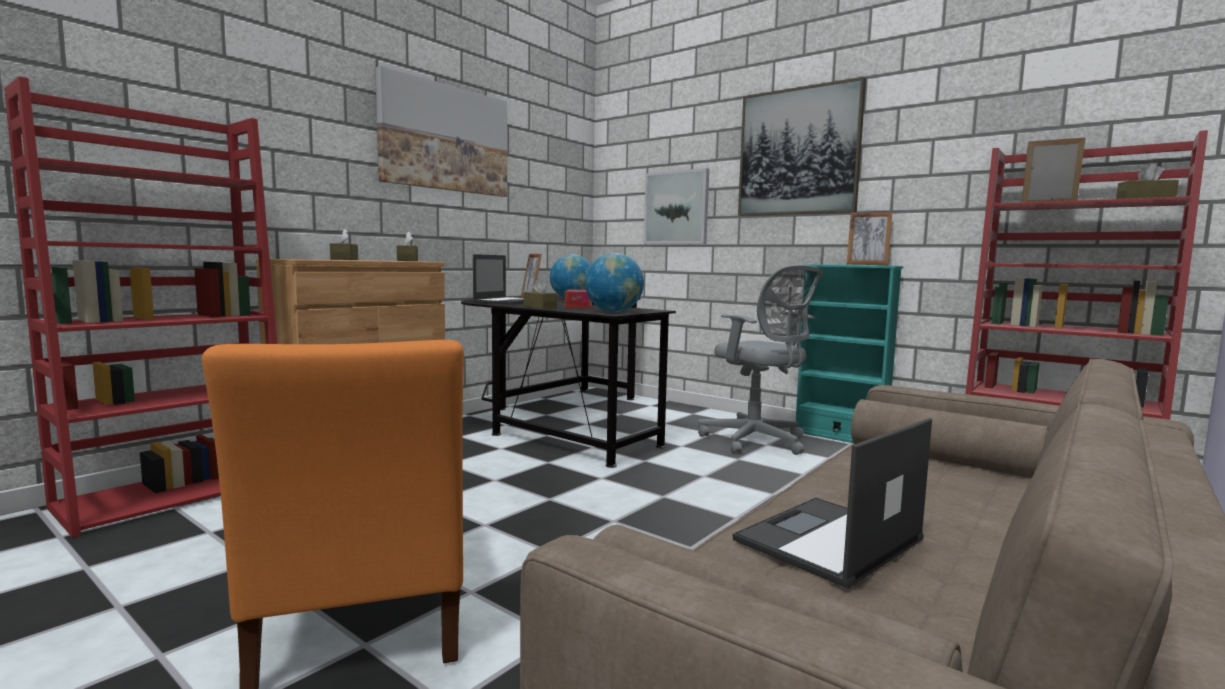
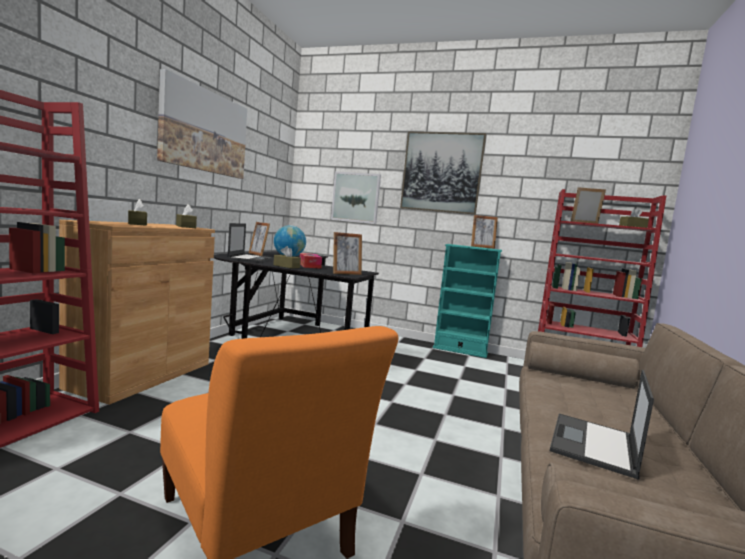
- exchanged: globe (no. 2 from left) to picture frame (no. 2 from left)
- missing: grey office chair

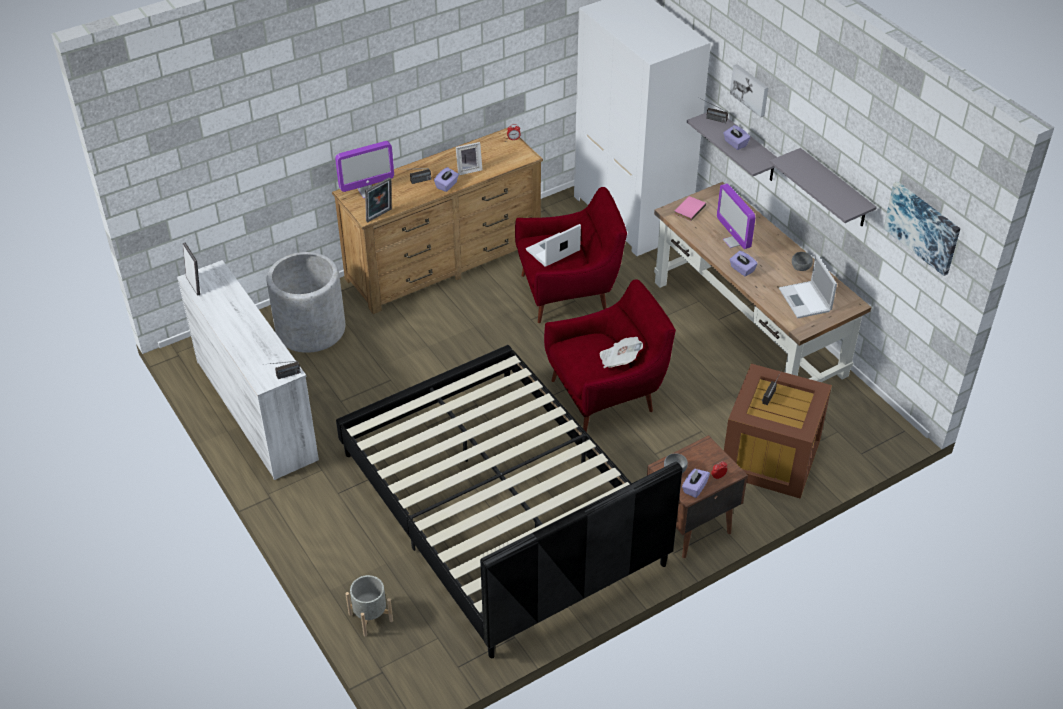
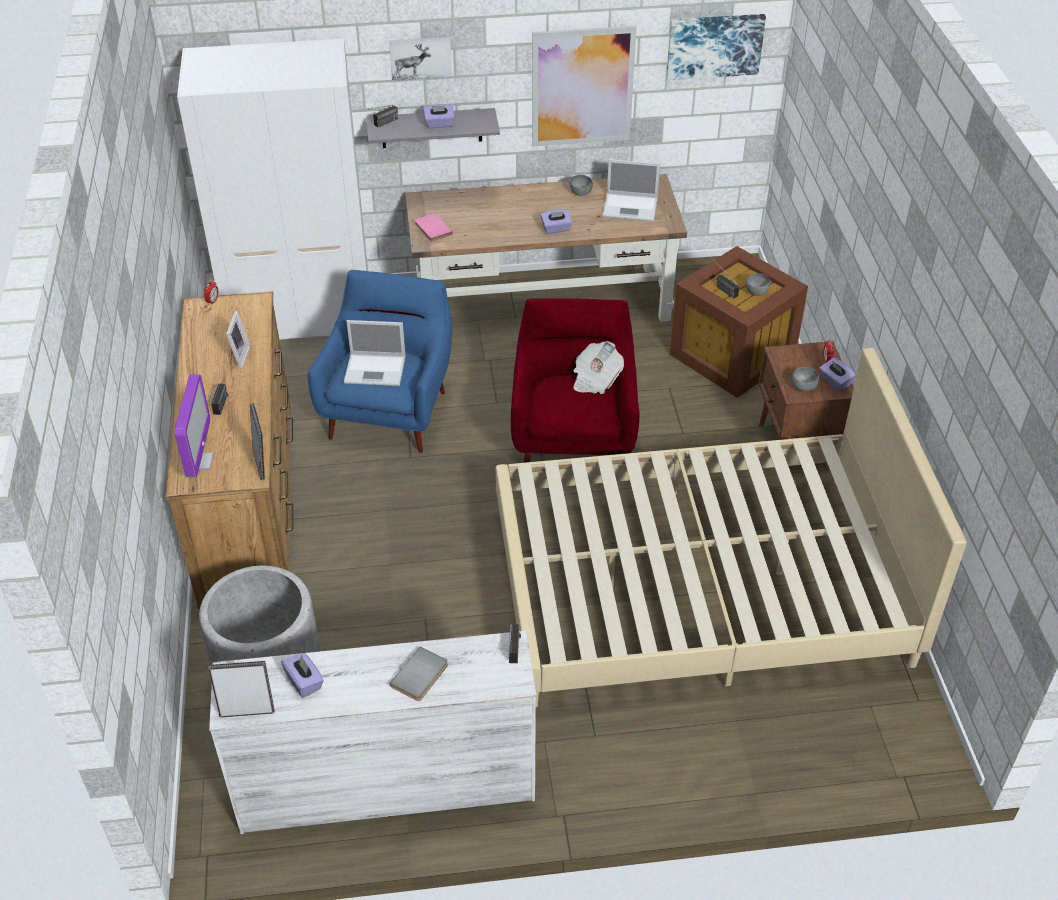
- colour: black bed to beige bed
- missing: grey planter (no. 2 from left)
- relocated: purple tissue box (no. 1 from left)
- colour: red armchair (no. 1 from left) to blue armchair
- spun: laptop (no. 1 from left) 75 degrees counterclockwise
- missing: monitor (no. 2 from left)
- exchanged: grey shelf (no. 2 from left) to picture (no. 2 from left)
- appeared: grey book
- appeared: grey bowl (no. 2 from left)

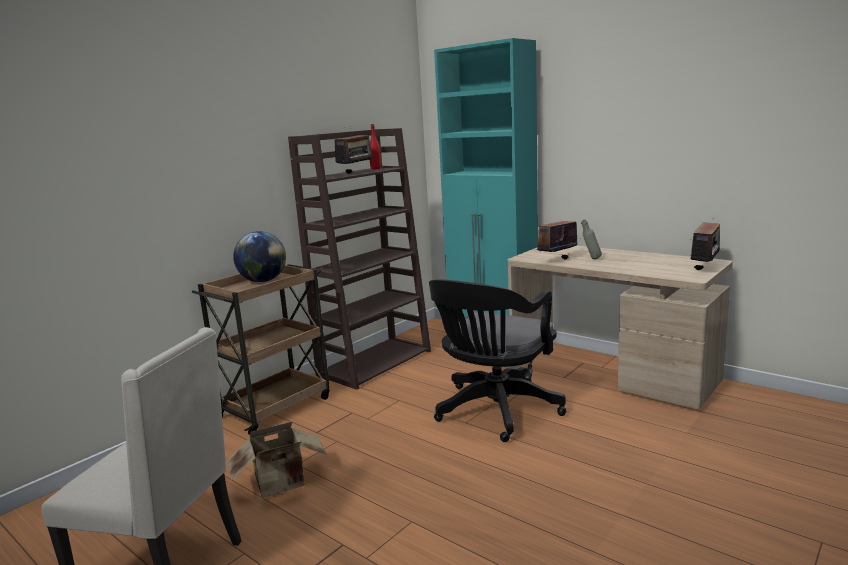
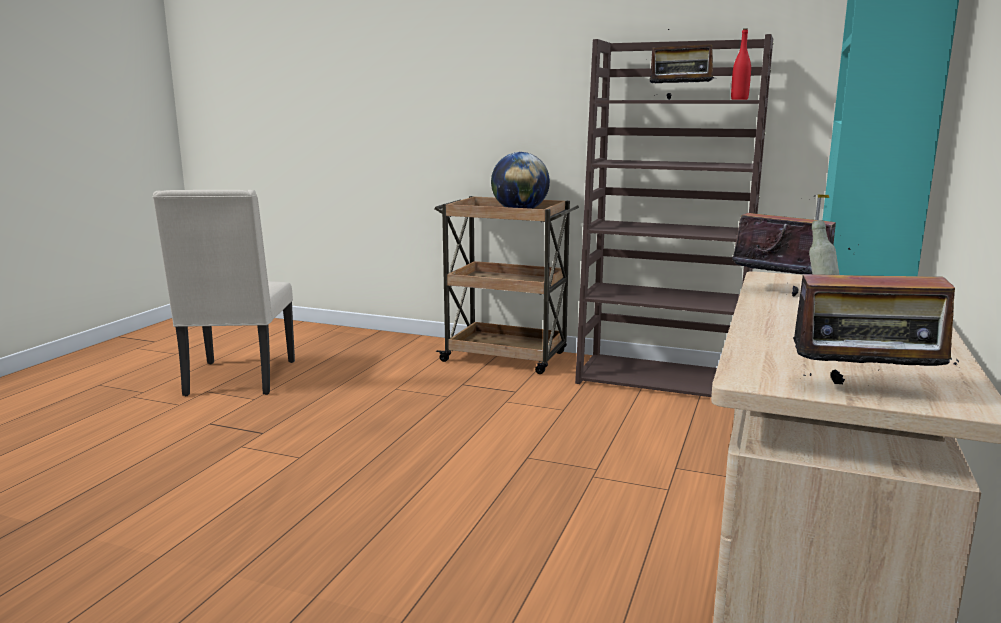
- missing: cardboard box
- missing: black office chair

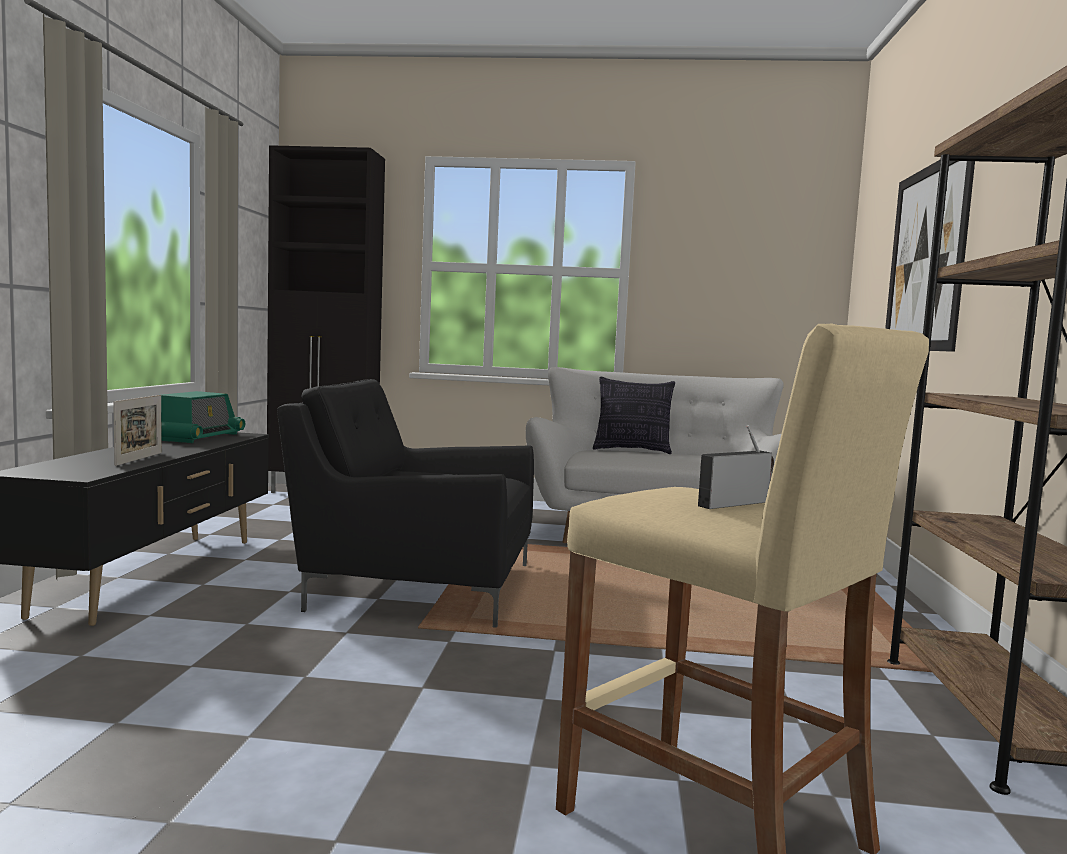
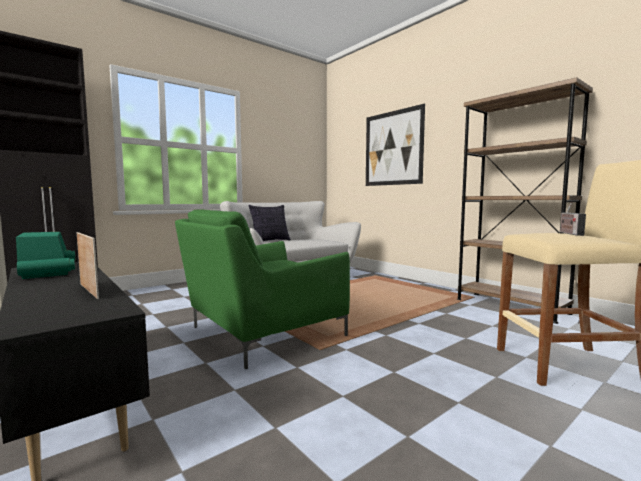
- colour: black armchair to green armchair

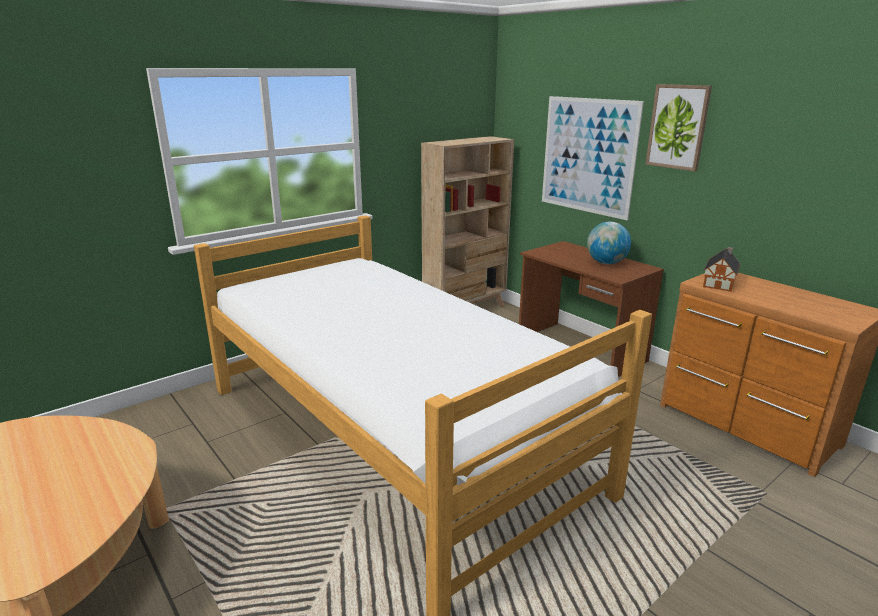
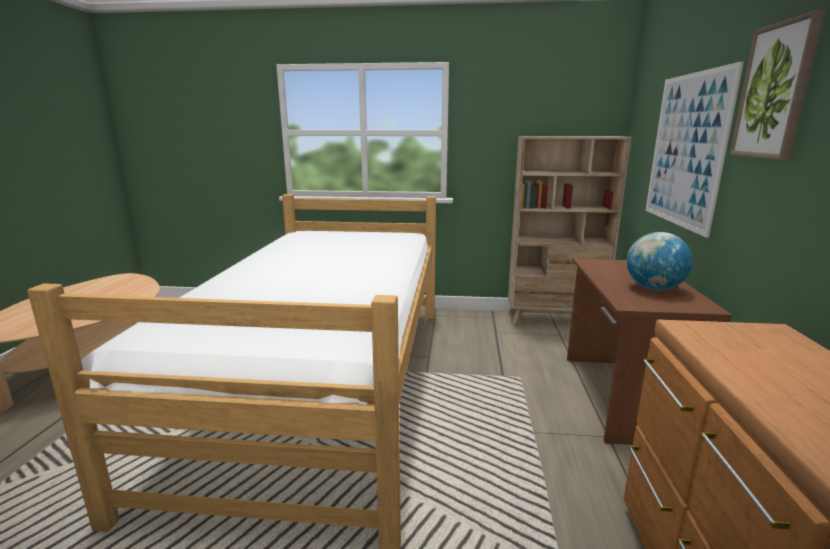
- missing: toy house

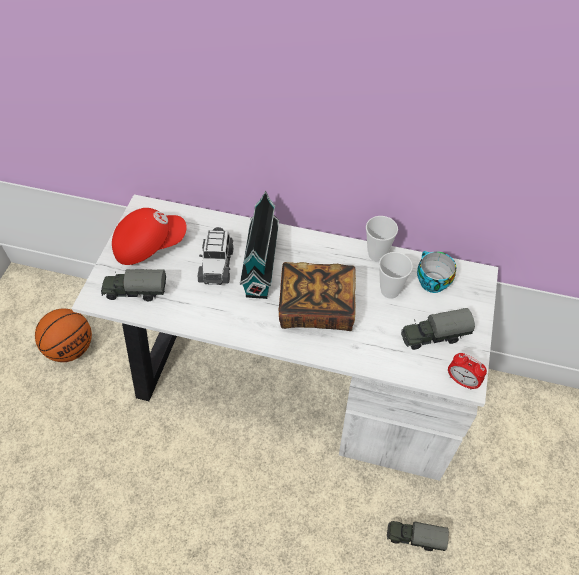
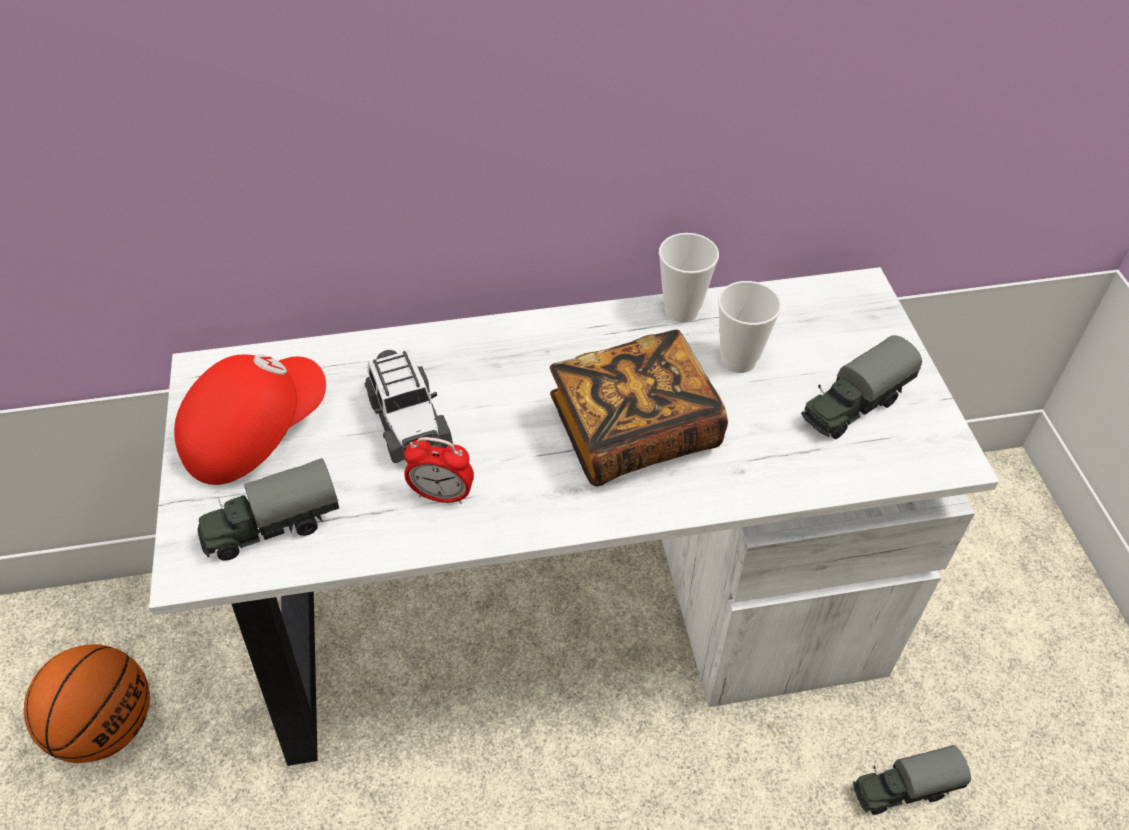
- missing: toy house
- missing: cup (no. 3 from left)
- relocated: alarm clock

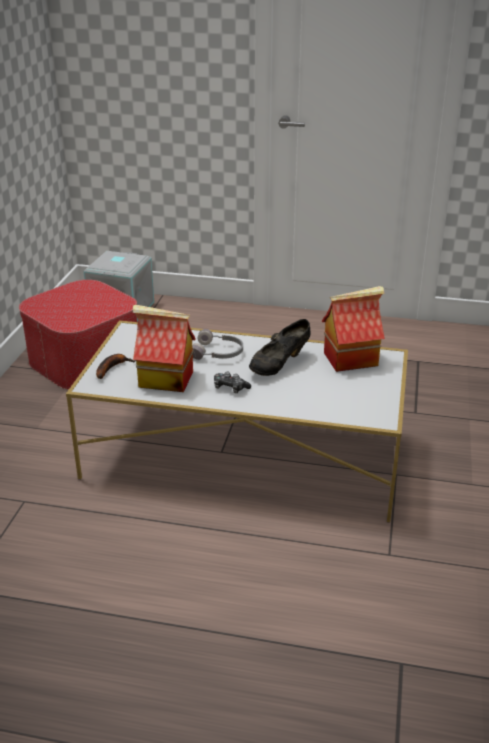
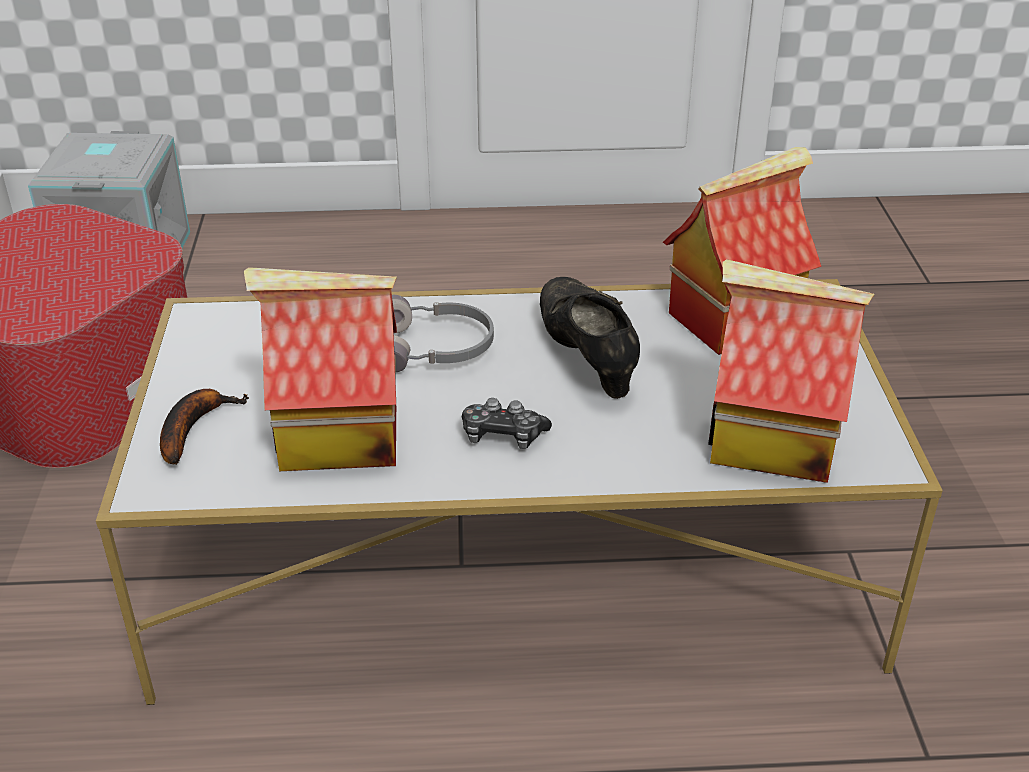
- spun: black shoe 135 degrees clockwise
- appeared: toy house (no. 3 from left)

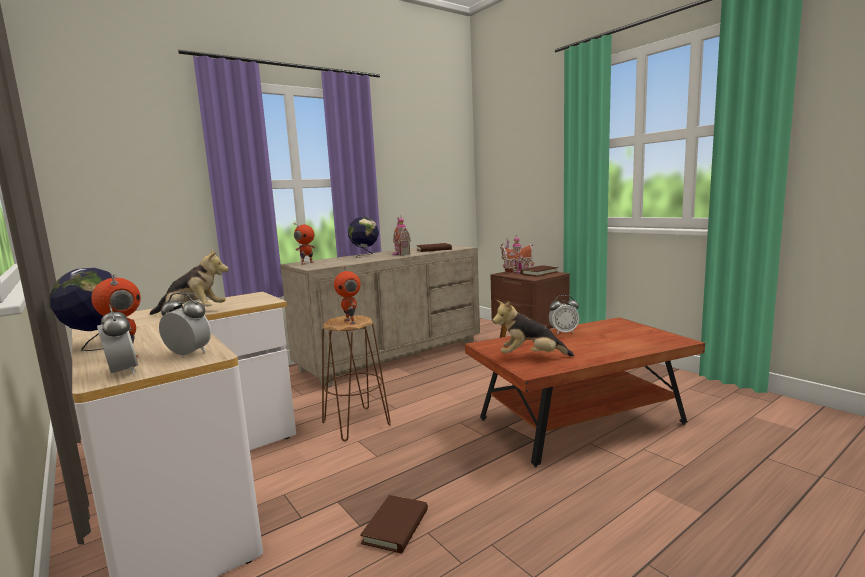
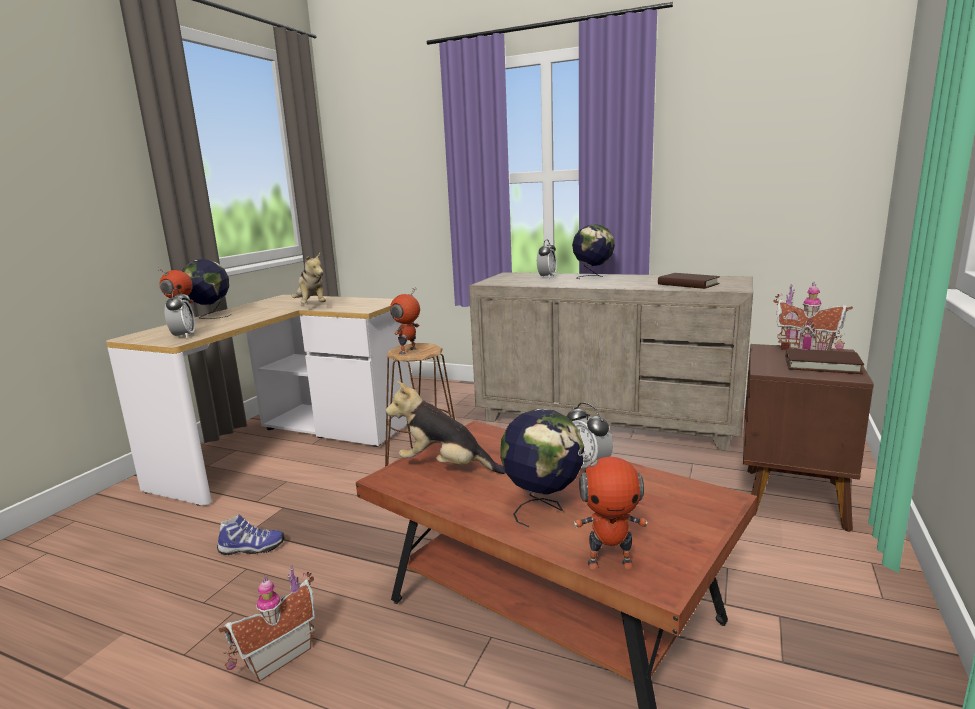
- relocated: alarm clock (no. 1 from left in the first image) to alarm clock (no. 2 from left)
- relocated: toy robot (no. 2 from left in the first image) to toy robot (no. 3 from left)
- exchanged: brown book (no. 1 from left) to shoe
- relocated: toy house (no. 1 from left)
- spun: plush toy (no. 2 from left) 45 degrees counterclockwise
- appeared: globe (no. 2 from left)

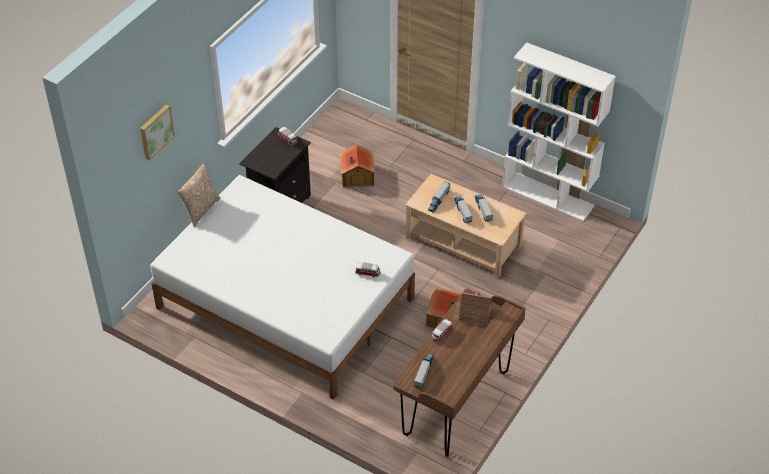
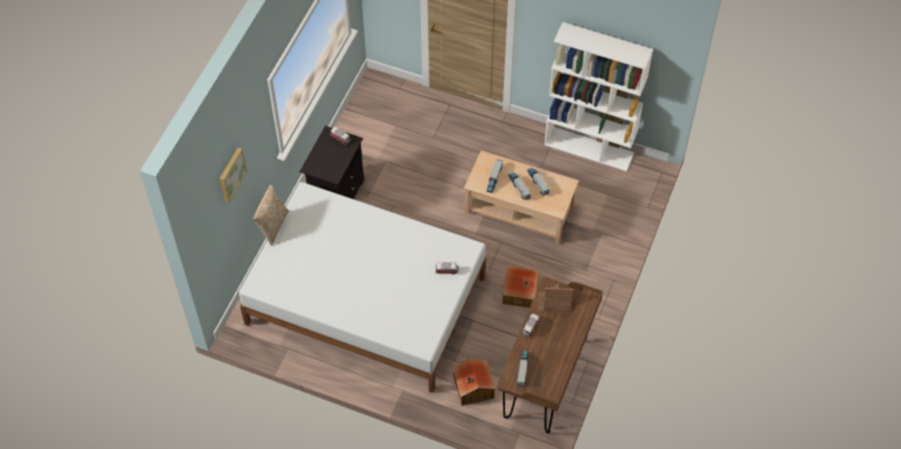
- relocated: toy house (no. 1 from left)

